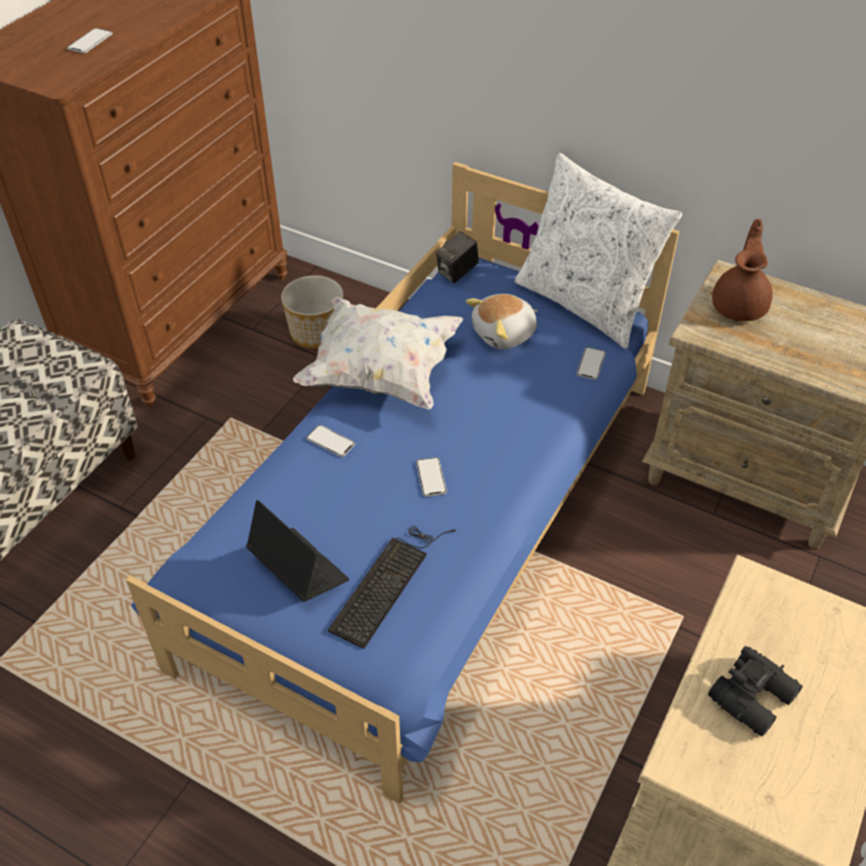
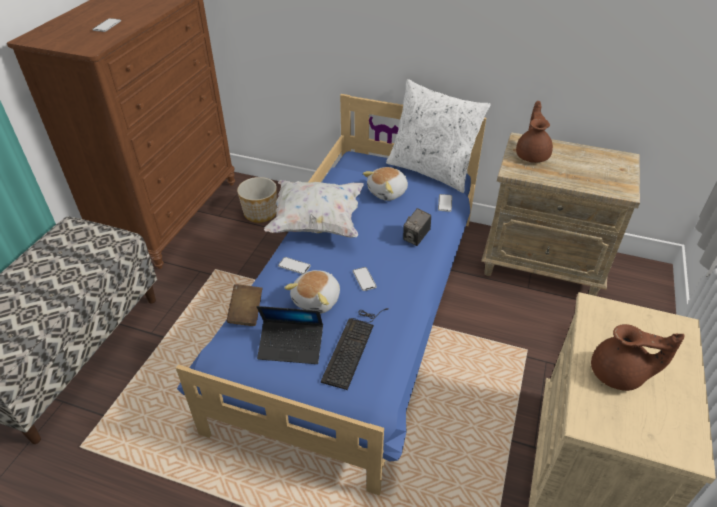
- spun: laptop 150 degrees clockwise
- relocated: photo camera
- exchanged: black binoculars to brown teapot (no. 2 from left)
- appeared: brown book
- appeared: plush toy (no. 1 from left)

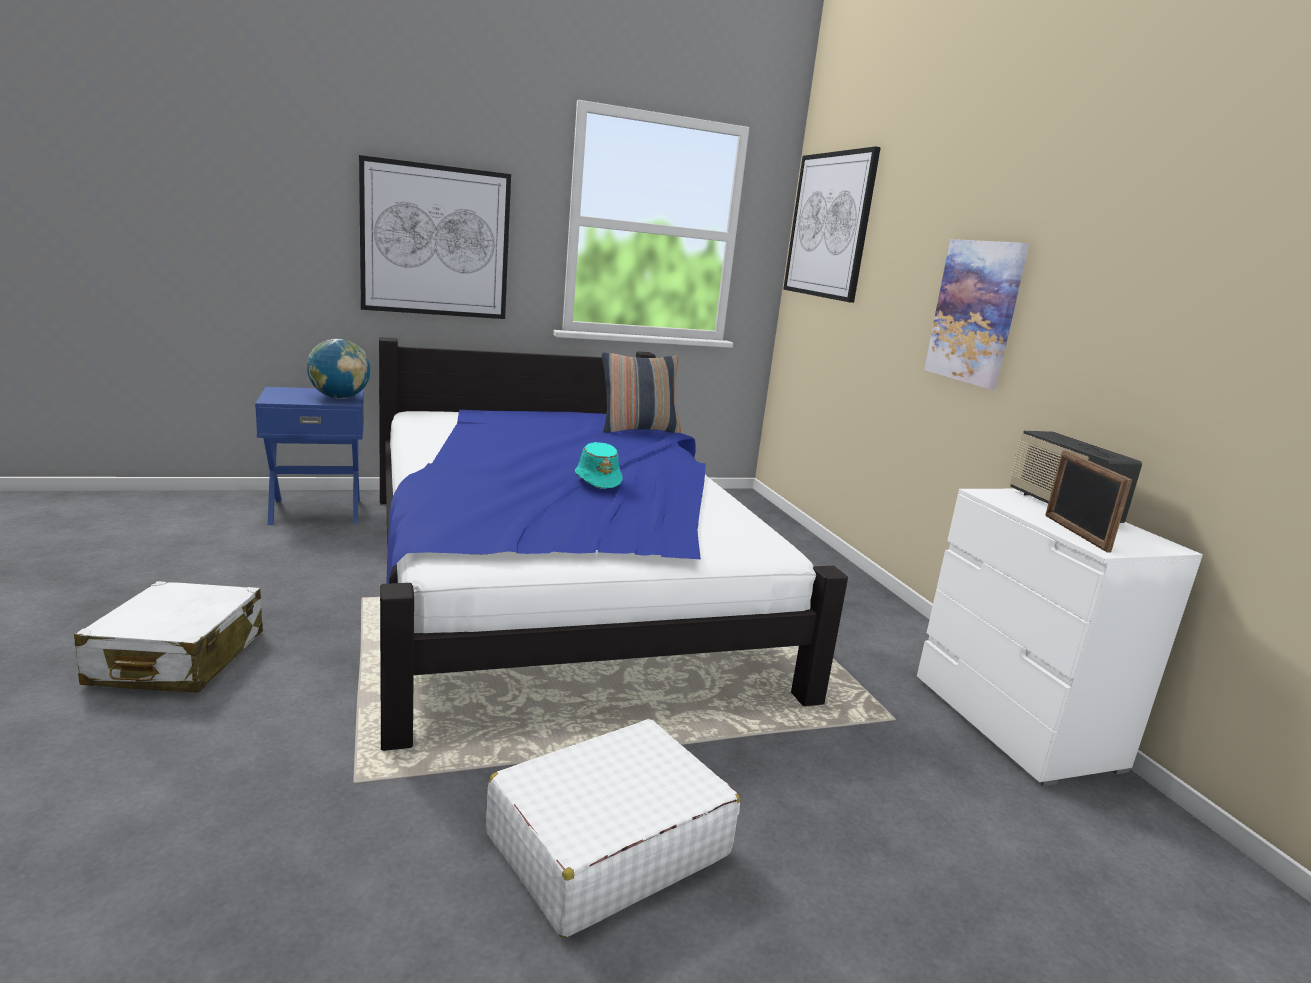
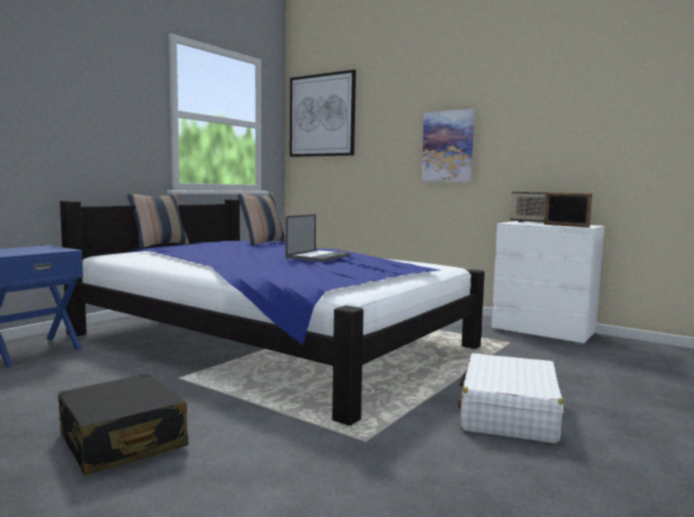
- colour: white suitcase (no. 1 from left) to black suitcase
- missing: globe
- missing: picture (no. 1 from left)
- exchanged: turquoise hat to laptop
- appeared: pillow (no. 1 from left)

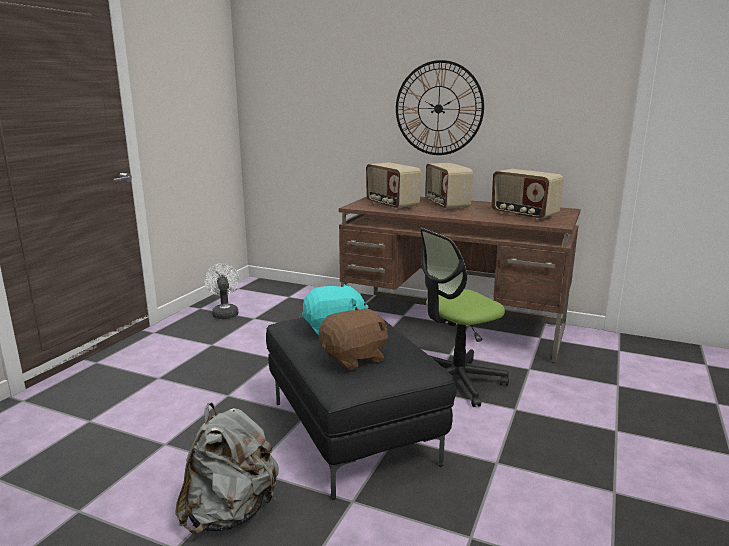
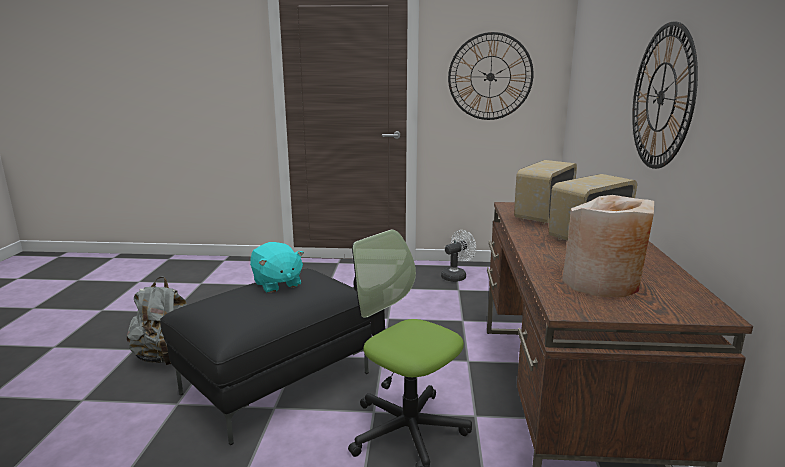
- missing: brown plush toy
- exchanged: radio (no. 3 from left) to beige vase
- appeared: wall clock (no. 1 from left)

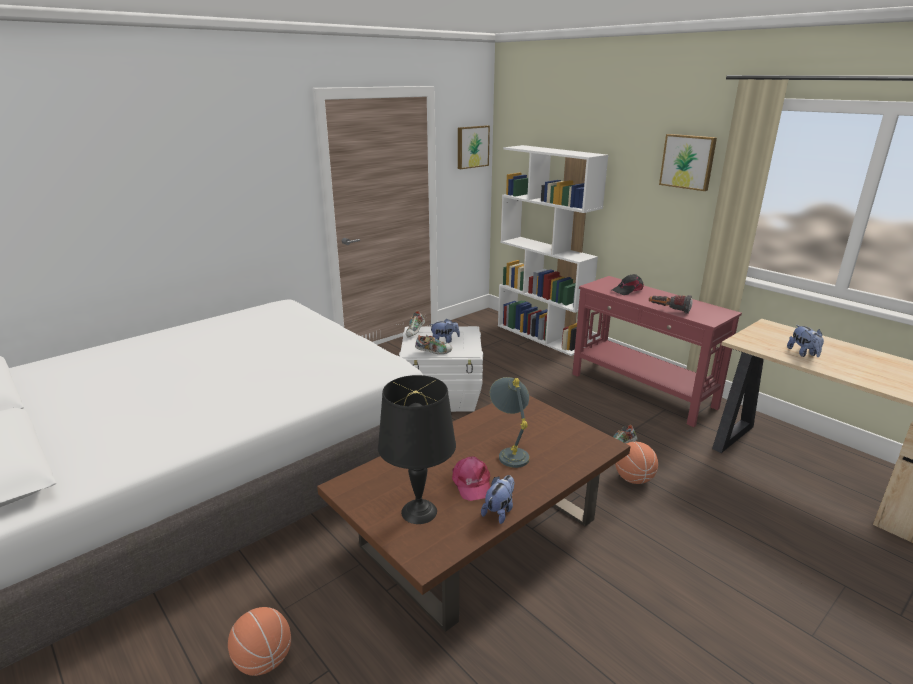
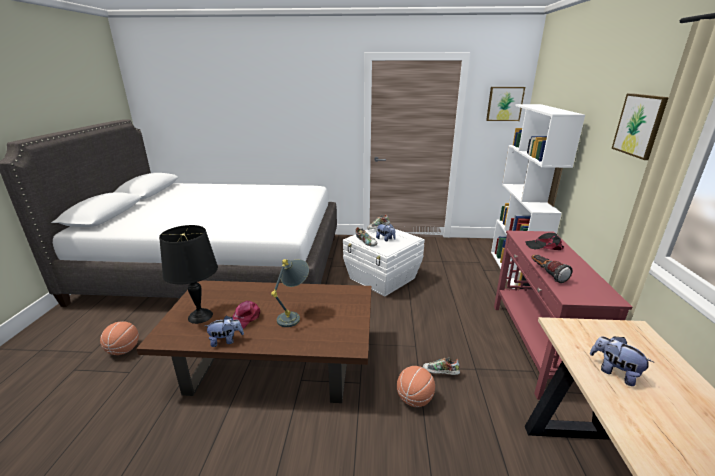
- spun: plush toy (no. 3 from left) 105 degrees clockwise

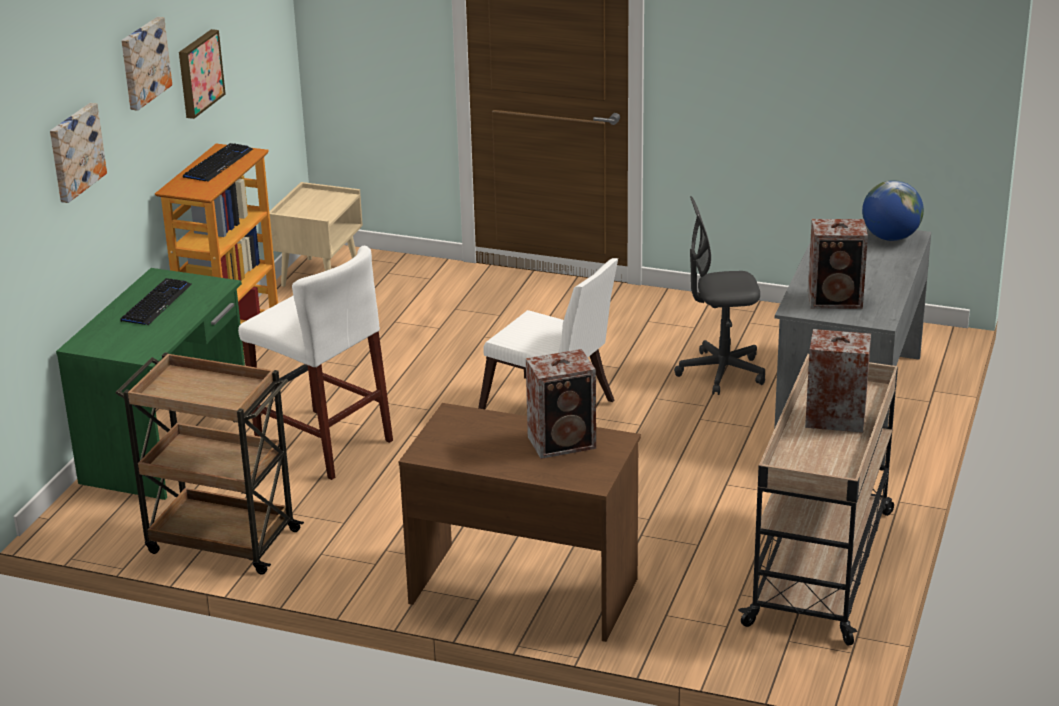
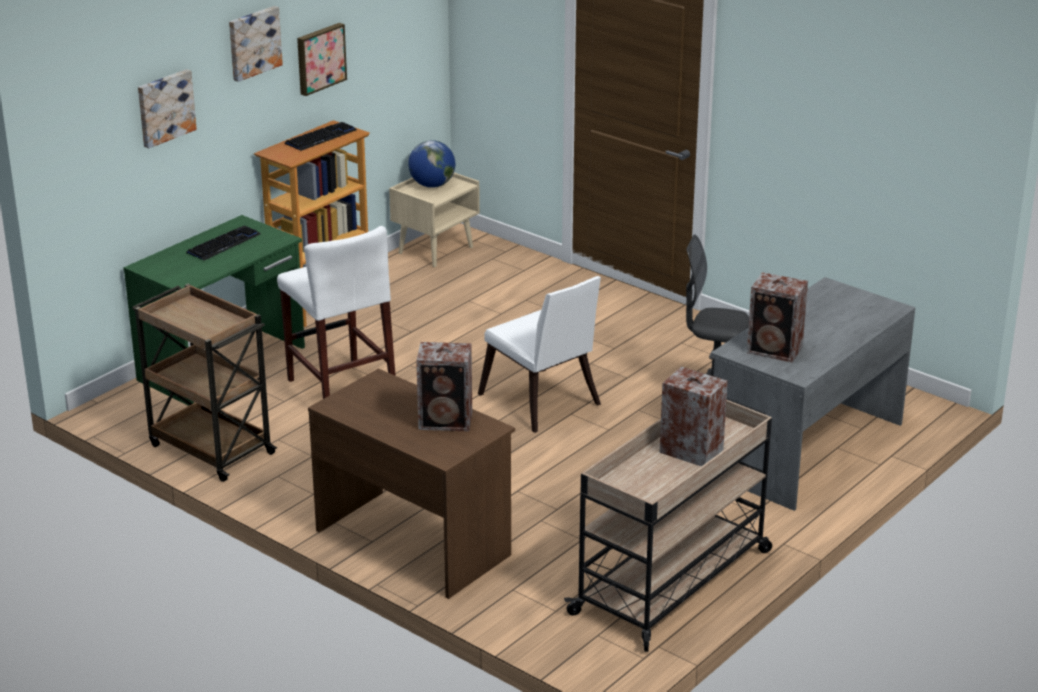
- relocated: globe

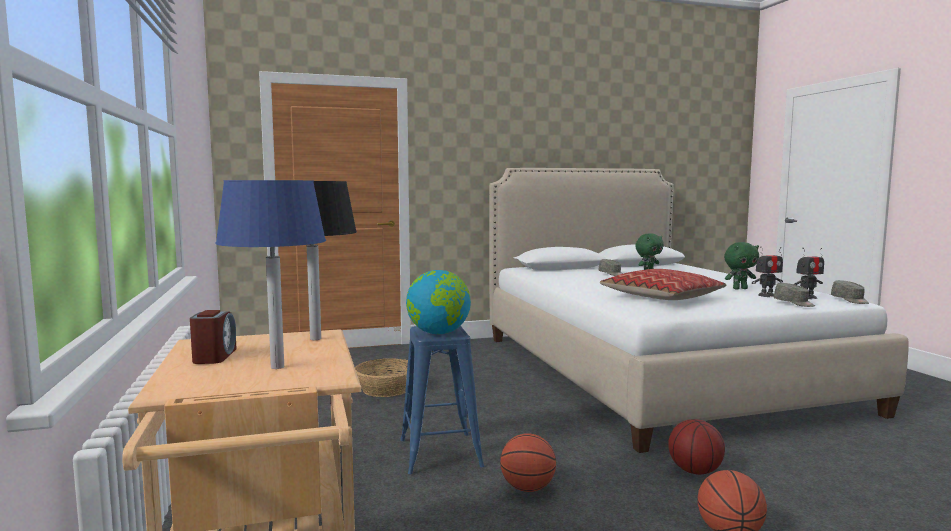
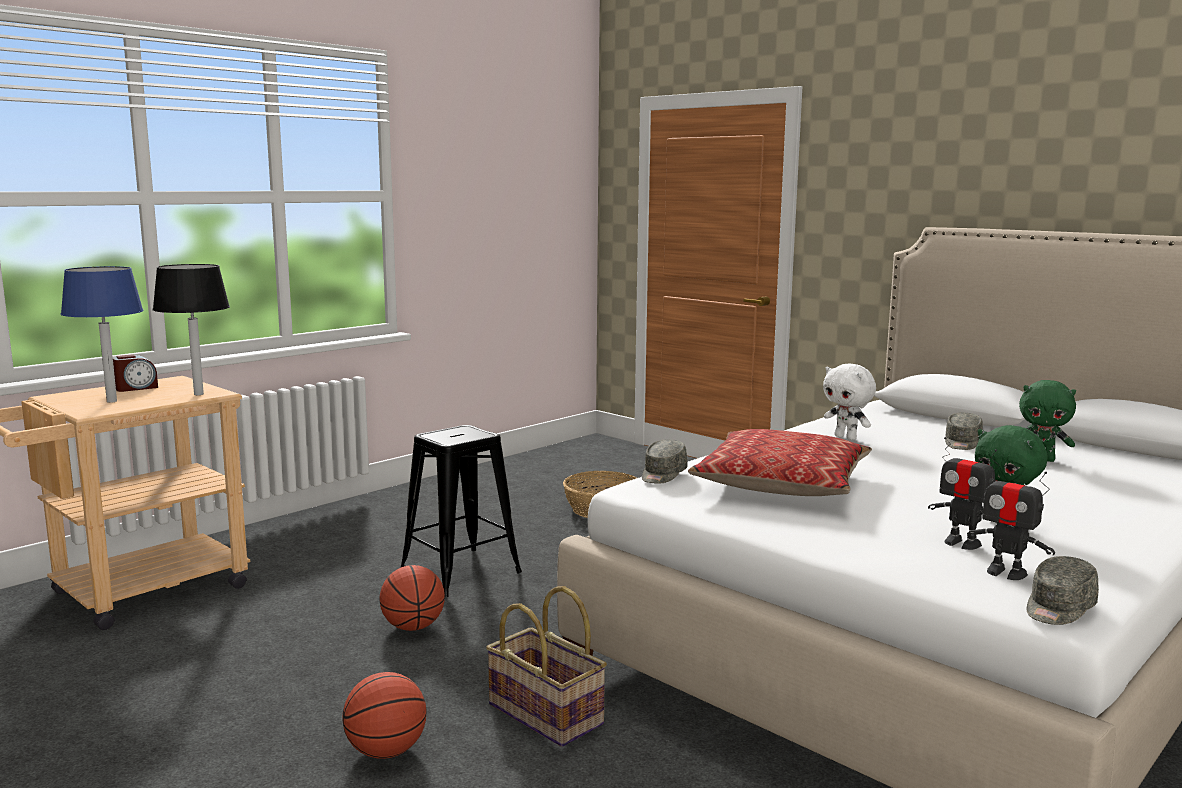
- colour: blue stool to black stool
- missing: globe
- exchanged: basketball (no. 2 from left) to basket (no. 1 from left)
- relocated: grey cap (no. 2 from left in the first image) to grey cap (no. 1 from left)
- appeared: white plush toy

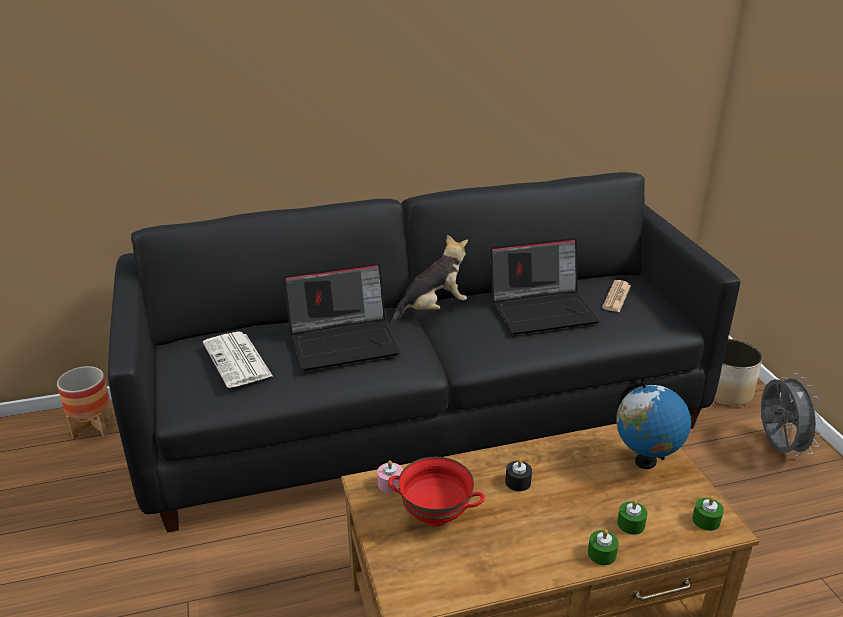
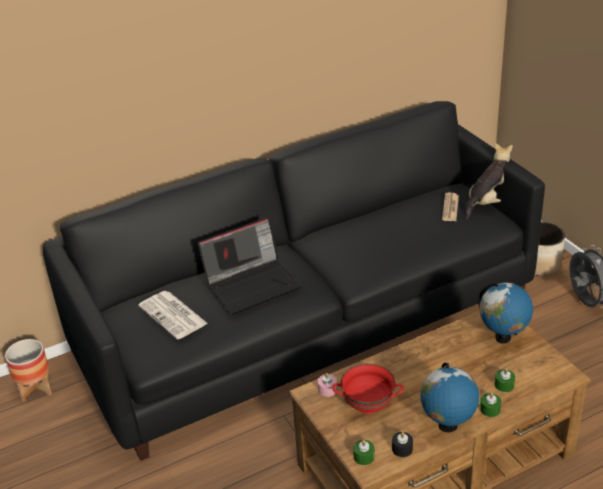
- relocated: plush toy
- missing: laptop (no. 2 from left)
- relocated: black candle
- relocated: green candle (no. 3 from left in the first image) to green candle (no. 1 from left)
- appeared: globe (no. 1 from left)

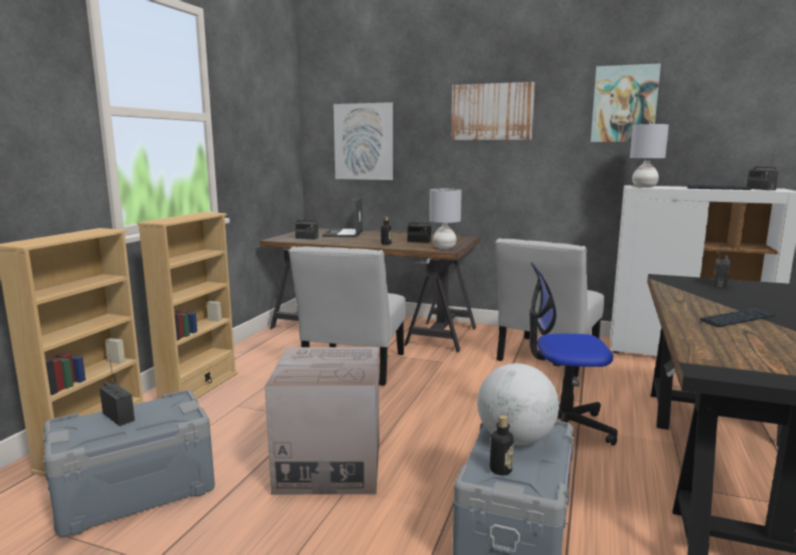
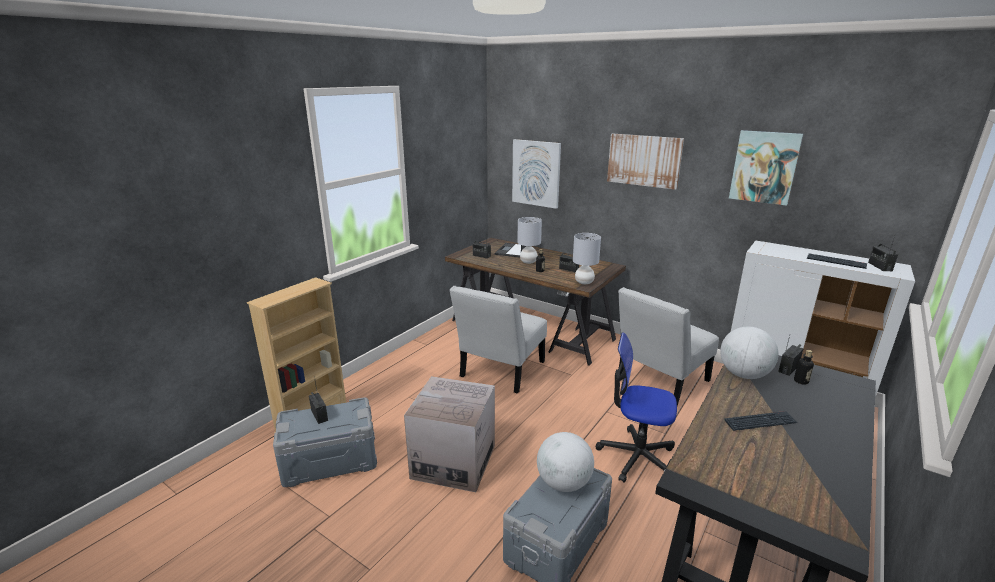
- missing: beige bookcase (no. 2 from left)
- relocated: bottle (no. 2 from left)
- relocated: grey table lamp (no. 2 from left in the first image) to grey table lamp (no. 1 from left)
- appeared: globe (no. 2 from left)

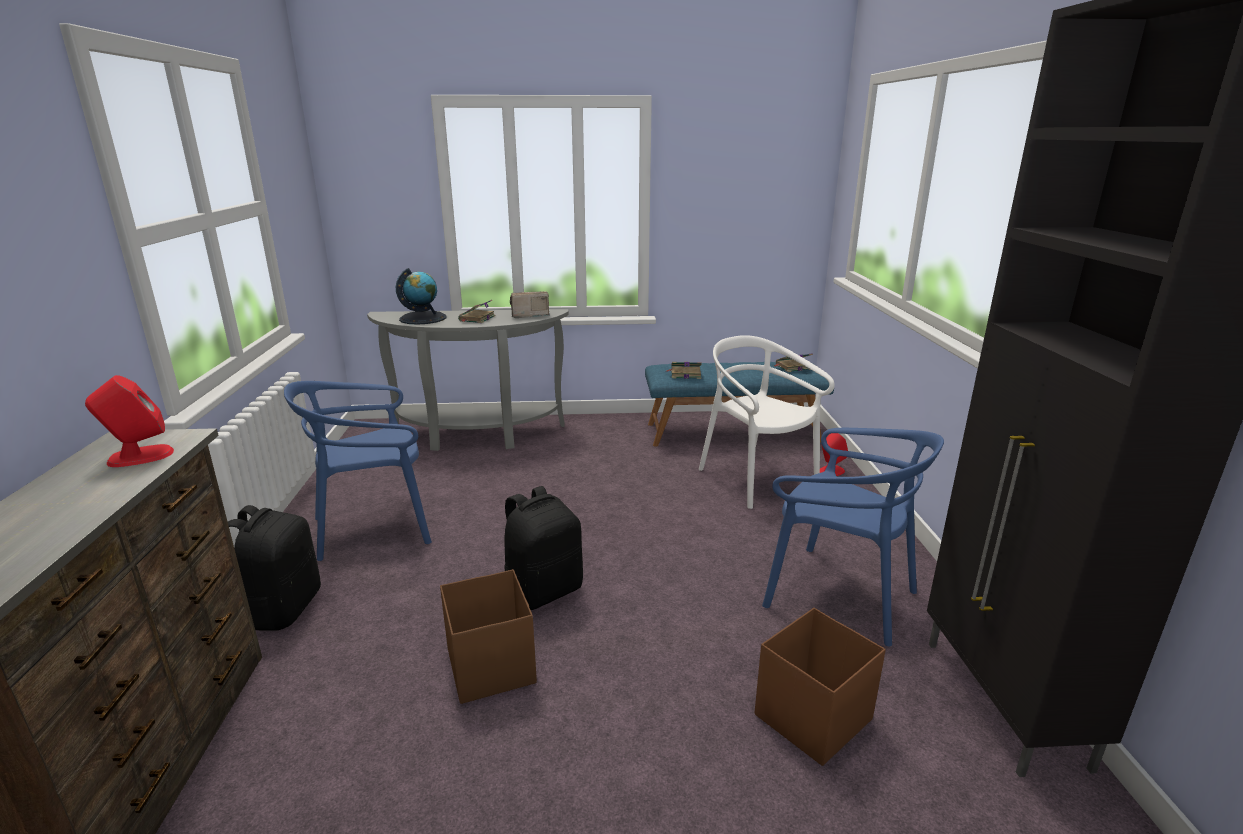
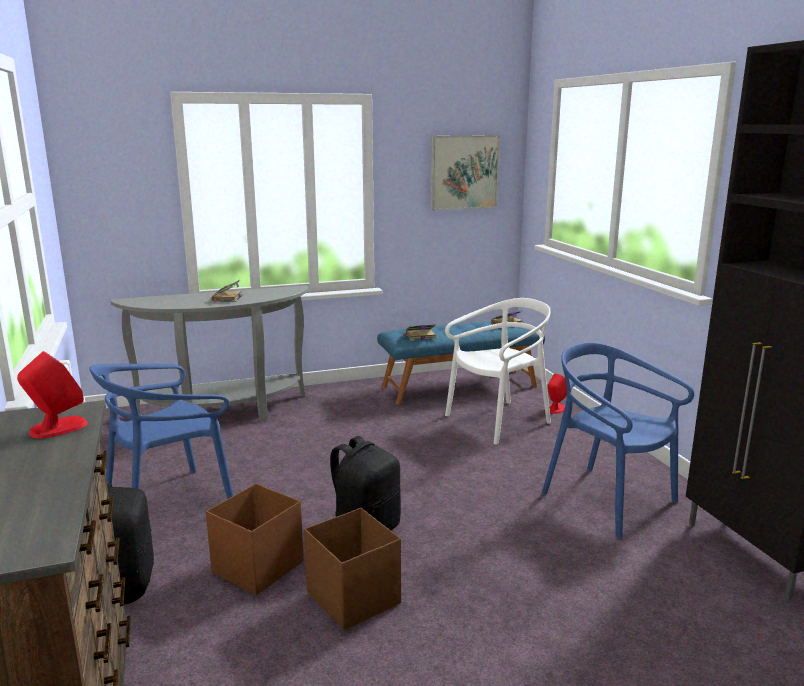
- missing: globe
- missing: radio
- spun: white chair 105 degrees clockwise
- relocated: brown storage box (no. 2 from left in the first image) to brown storage box (no. 1 from left)
- spun: blue chair (no. 2 from left) 150 degrees counterclockwise
- appeared: picture

